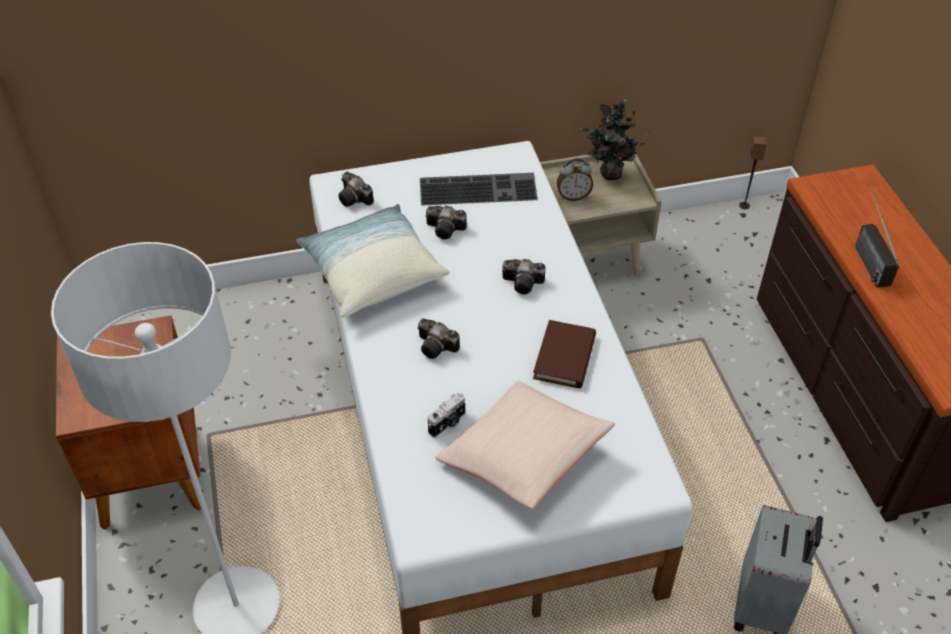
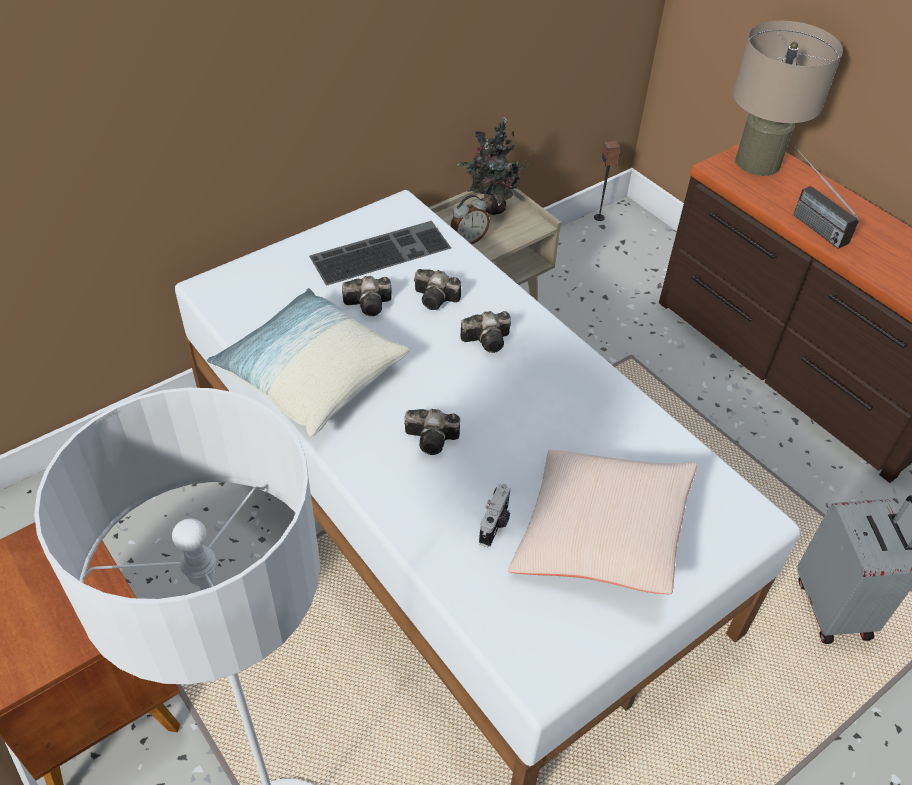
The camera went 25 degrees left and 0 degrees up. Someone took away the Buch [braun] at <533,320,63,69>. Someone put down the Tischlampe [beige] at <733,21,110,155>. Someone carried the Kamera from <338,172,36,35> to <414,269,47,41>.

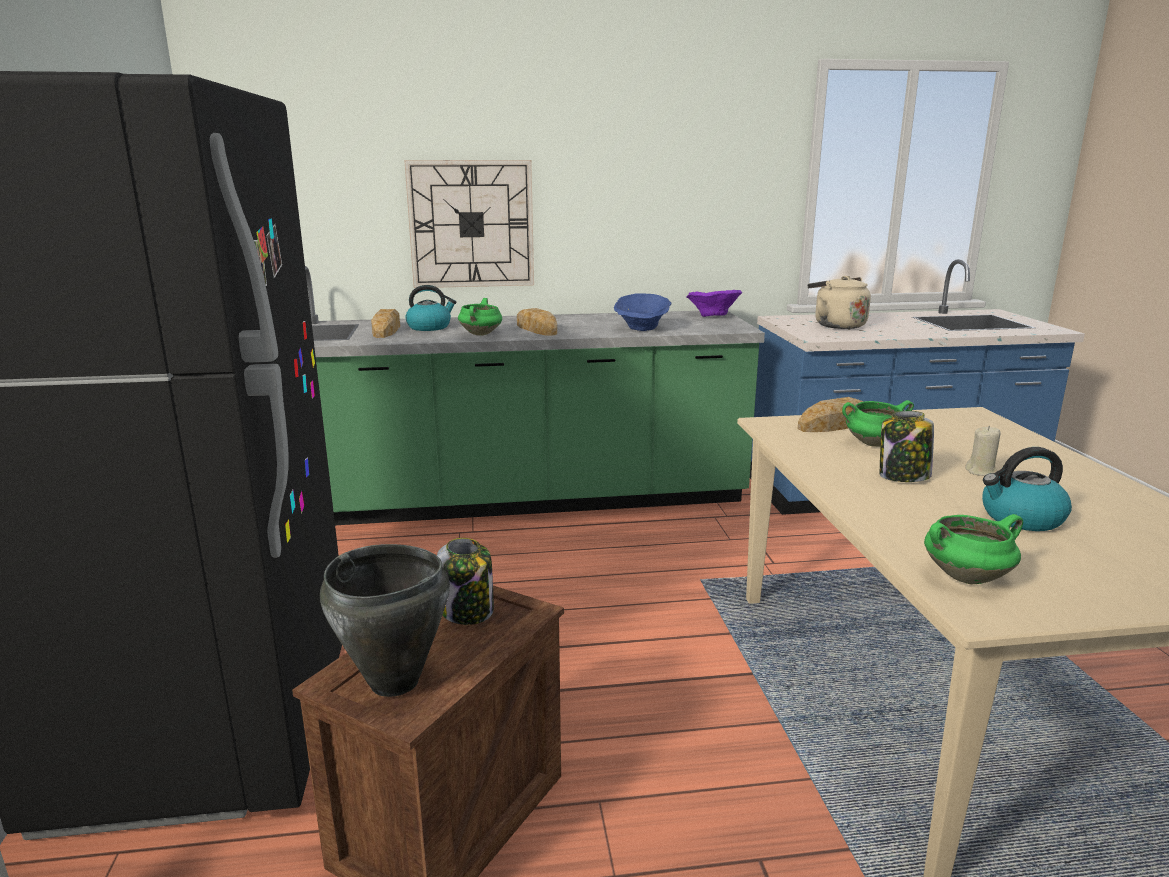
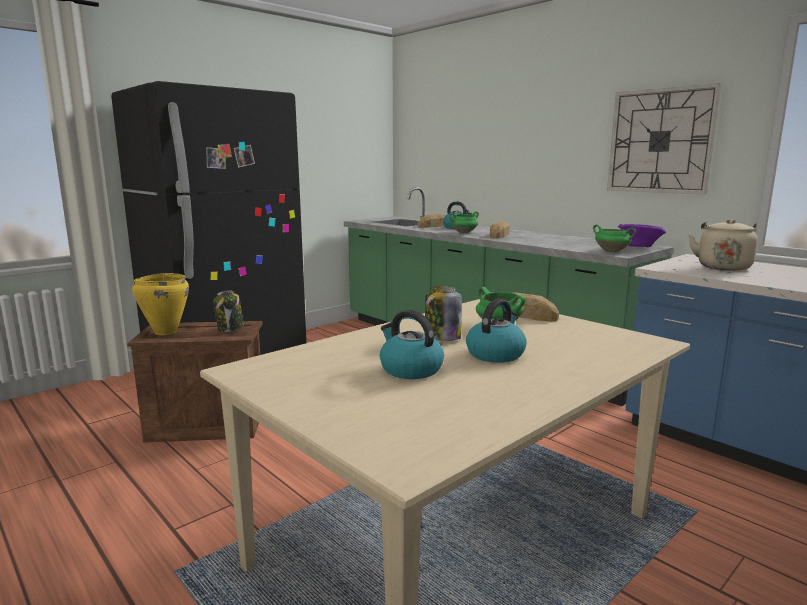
The camera went 55 degrees right and 5 degrees down. Someone took away the Schüssel [blau] at <614,293,57,38>. Someone carried the Wanduhr from <404,160,130,128> to <607,83,114,112>. Someone carried the Kochtopf [grün] from <924,514,99,71> to <593,224,43,28>. Someone swapped the Kerze [beige] at <965,426,36,50> for the Wasserkessel at <466,299,61,64>. Someone repainted the Kochtopf [schwarz] at <320,544,130,153>, which became the Kochtopf [gelb] at <132,273,57,62>.

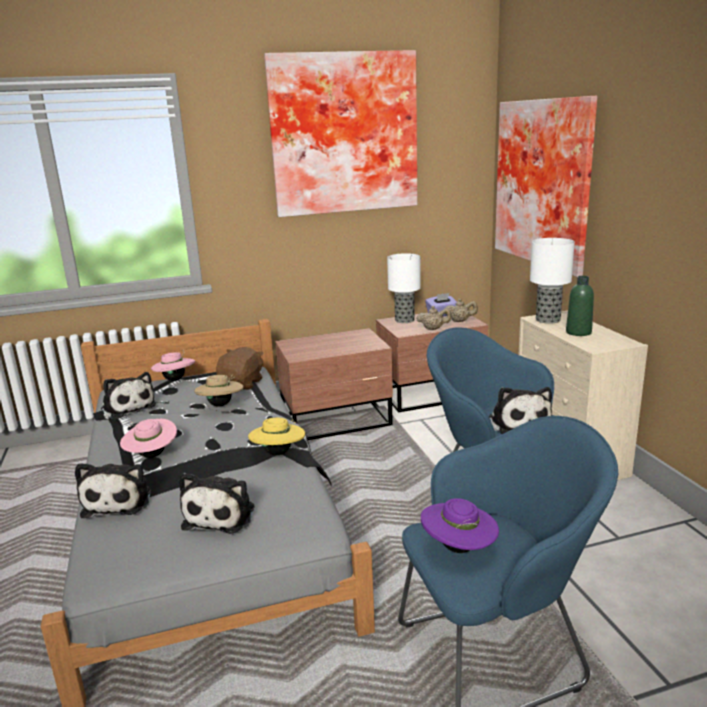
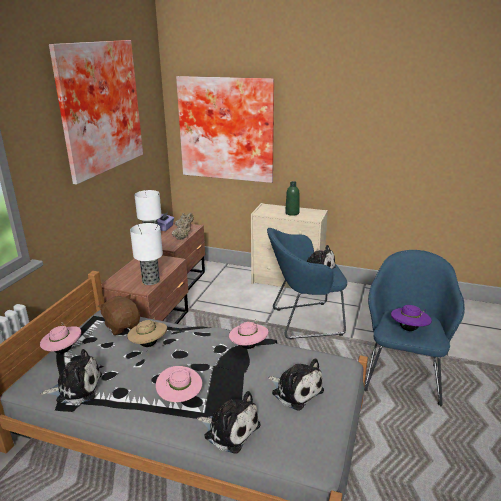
The camera went 55 degrees left and 5 degrees up. Someone carried the Tischlampe from <530,238,45,86> to <130,223,33,62>. Someone repainted the Hut [gelb] at <248,417,57,38>, which became the Hut [rosa] at <229,321,40,28>.

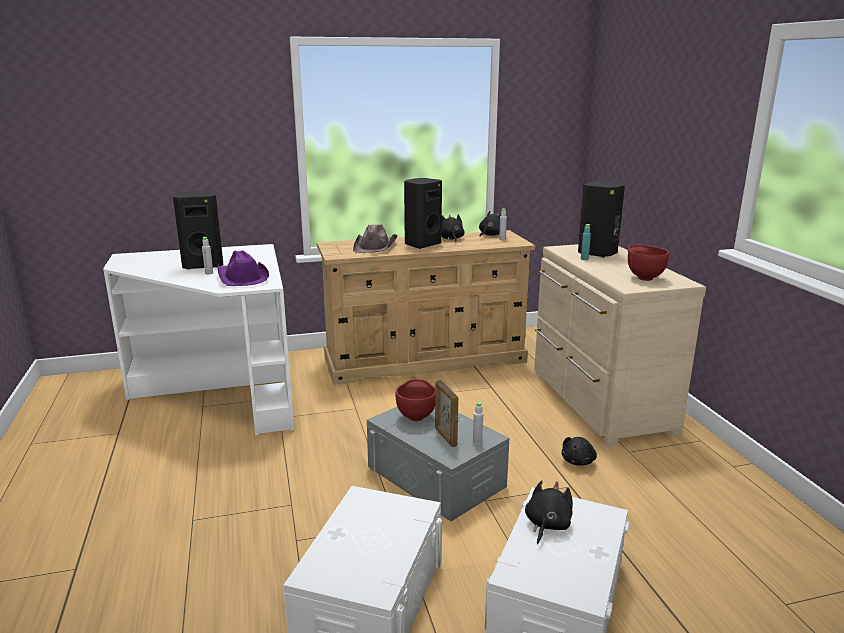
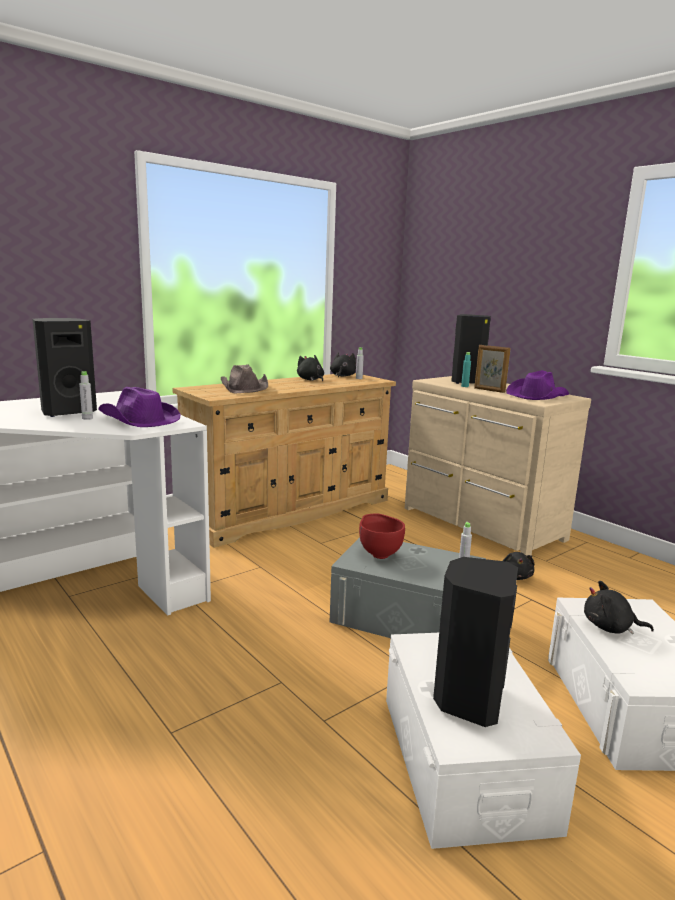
The camera went 25 degrees left and 5 degrees down. Someone carried the Lautsprecher [schwarz] from <404,178,38,71> to <433,557,85,170>. Someone carried the Bilderrahmen from <435,380,23,67> to <474,345,36,48>. Someone swapped the Schüssel [rot] at <628,245,41,36> for the Hut [lila] at <506,370,63,30>. Someone rotated the Plüschtier [schwarz] at <525,480,48,64> by 75 degrees counterclockwise.

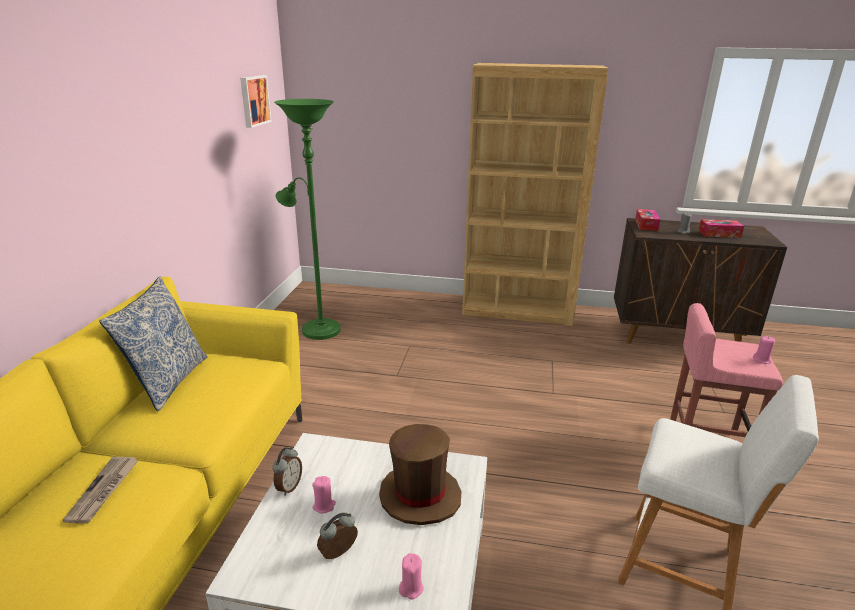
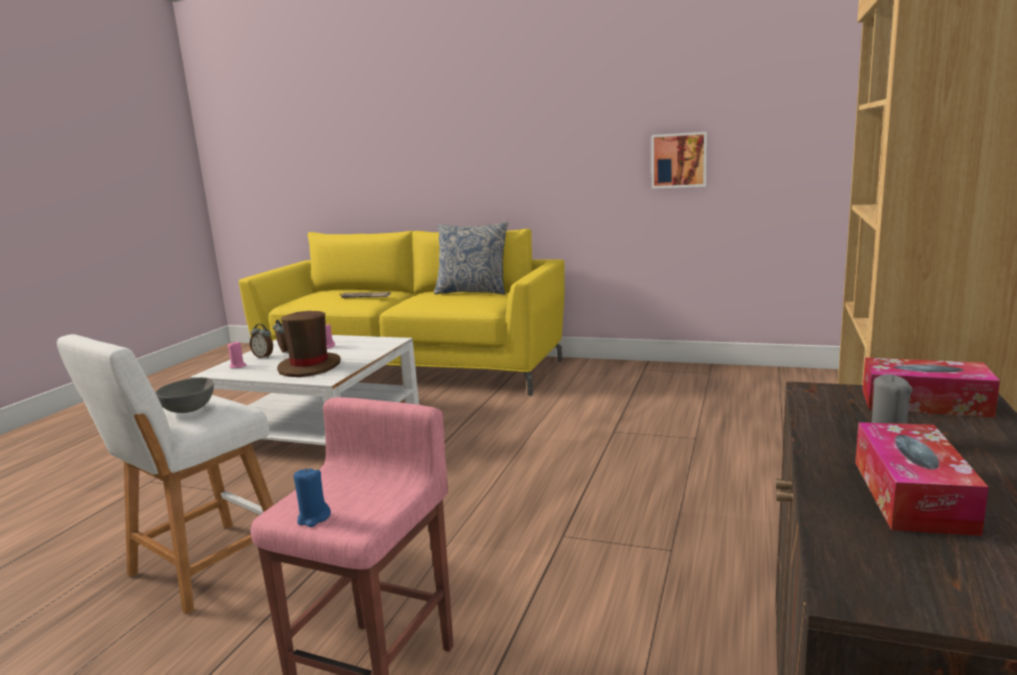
The camera went 100 degrees right and 10 degrees down. Someone took away the Stehlampe [grün] at <274,99,67,241>. Someone put down the Schüssel [grau] at <156,377,58,36>. Someone carried the Bild from <240,75,32,53> to <651,132,56,57>. Someone carried the Wecker from <272,447,30,49> to <250,324,23,34>. Someone repainted the Kerze [rosa] at <753,336,22,28>, which became the Kerze [blau] at <294,468,37,59>.

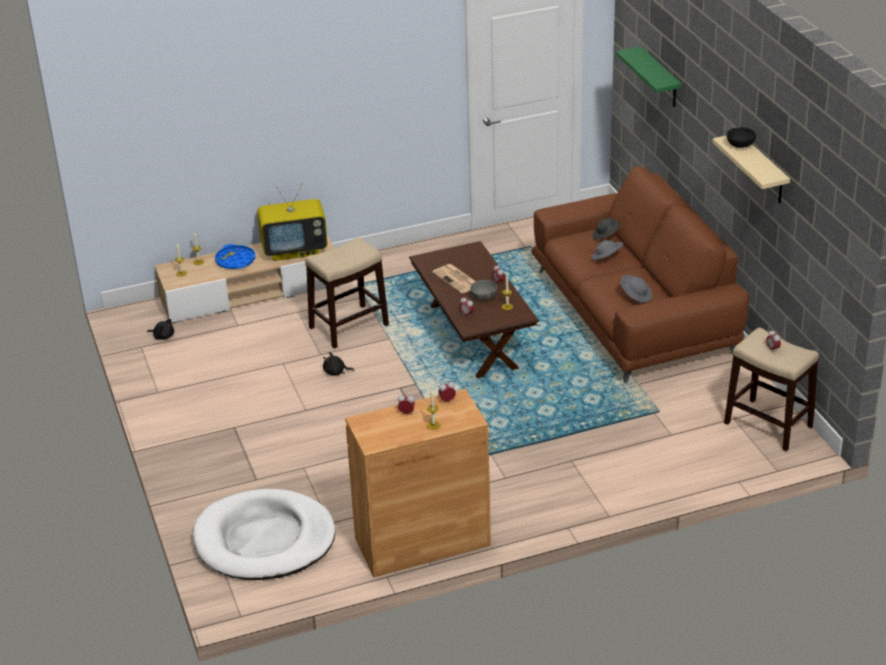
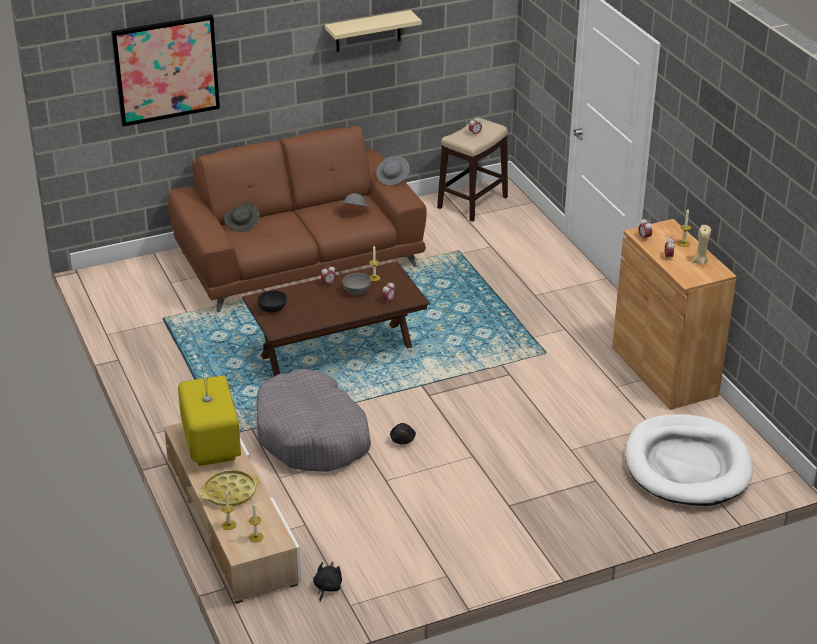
The camera went 95 degrees left and 0 degrees up. Someone took away the Zeitung at <432,264,44,30>. Someone put down the Kerze [beige] at <693,225,18,41>. Someone carried the Hut [grau] from <591,240,32,20> to <376,156,34,30>. Someone carried the Schüssel [schwarz] from <727,127,29,21> to <258,290,29,23>. Someone swapped the Hocker at <305,237,84,112> for the Hundebett [grau] at <257,369,114,103>. Someone swapped the Wandregal [grün] at <616,46,66,61> for the Bild at <111,15,109,112>. Someone repainted the Tablett [blau] at <215,244,40,25>, which became the Tablett [gelb] at <200,470,59,36>.

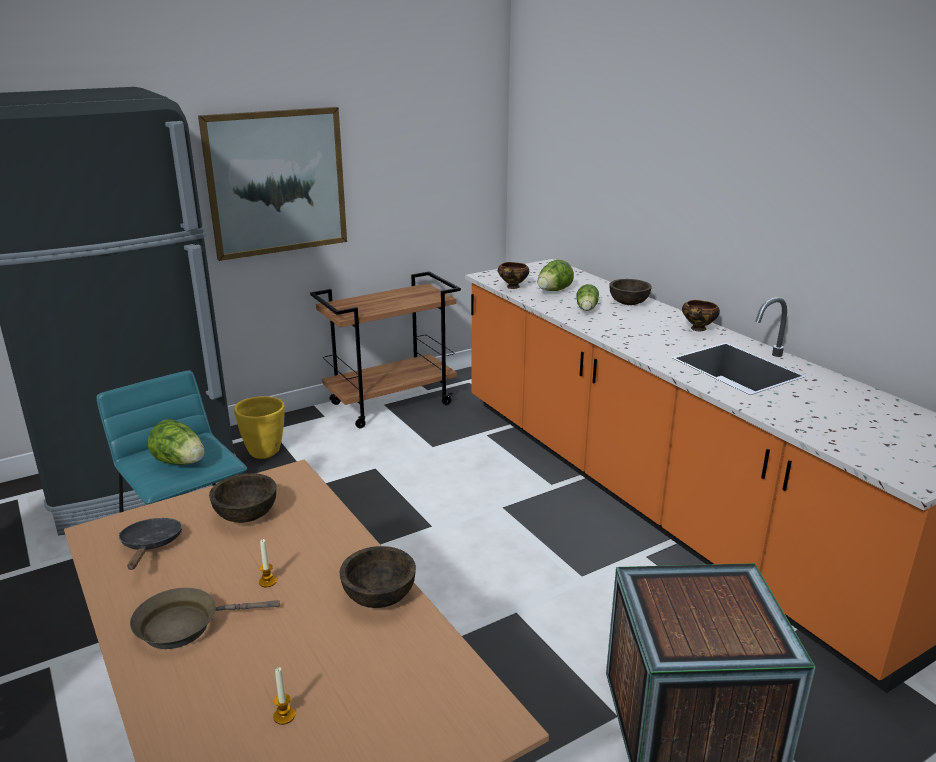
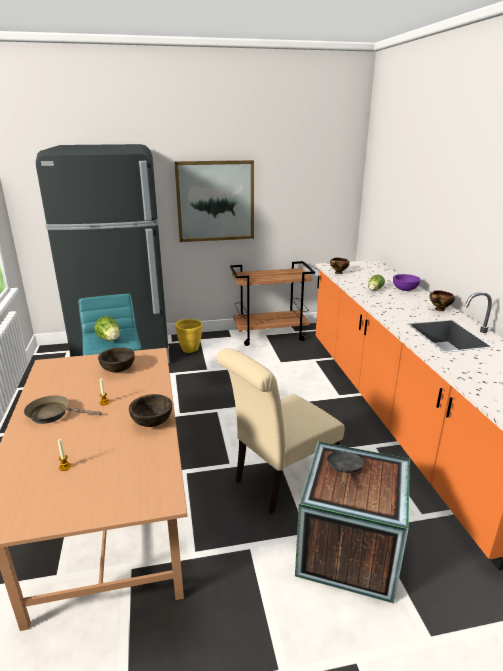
The camera went 20 degrees right and 0 degrees up. Someone took away the Salatkopf at <537,260,37,31>. Someone put down the Stuhl [beige] at <216,348,129,166>. Someone carried the Pfanne [schwarz] from <119,518,63,52> to <326,451,38,36>. Someone repainted the Schüssel [braun] at <609,279,43,26>, which became the Schüssel [lila] at <393,274,28,17>.

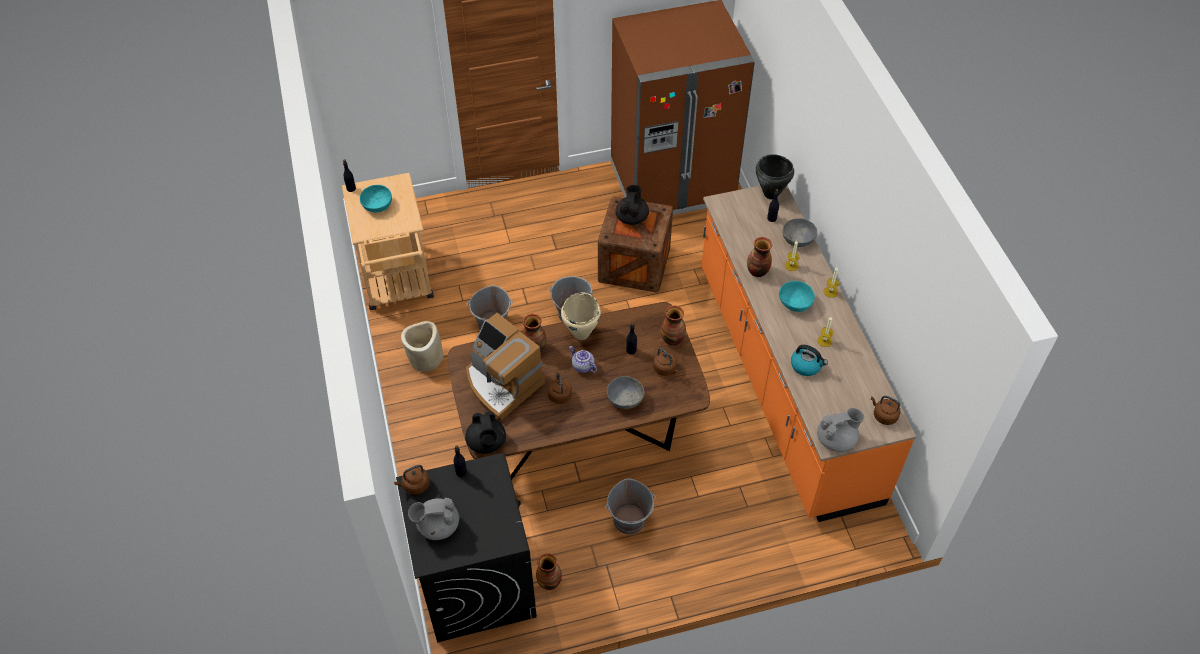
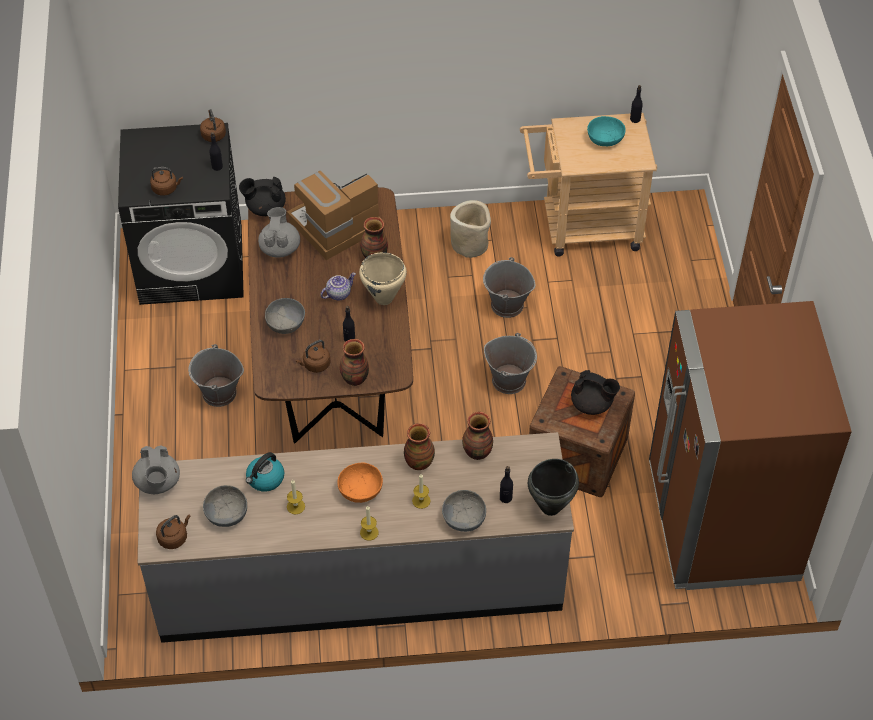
The camera went 100 degrees right and 0 degrees up. Someone put down the Schüssel [grau] at <203,485,44,42>. Someone carried the Teekanne [grau] from <408,498,51,42> to <258,207,42,51>. Someone carried the Vase from <536,554,26,36> to <462,412,31,48>. Someone carried the Wasserkessel [braun] from <547,371,25,33> to <150,167,33,29>. Someone repainted the Küchenzeile [orange] at <701,186,215,336>, which became the Küchenzeile [grau] at <138,432,436,211>. Someone repainted the Schüssel [türkis] at <779,281,36,31>, which became the Schüssel [orange] at <337,463,46,40>.

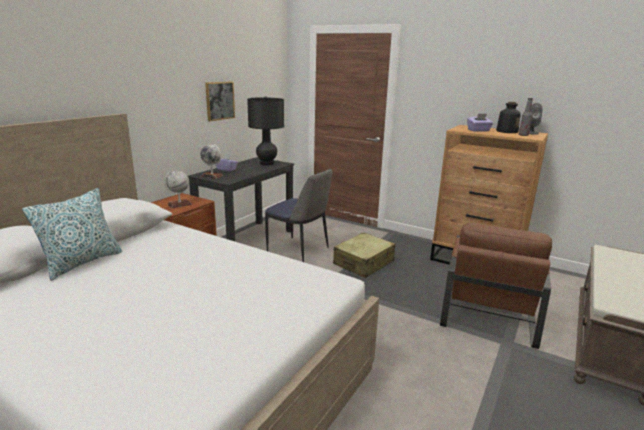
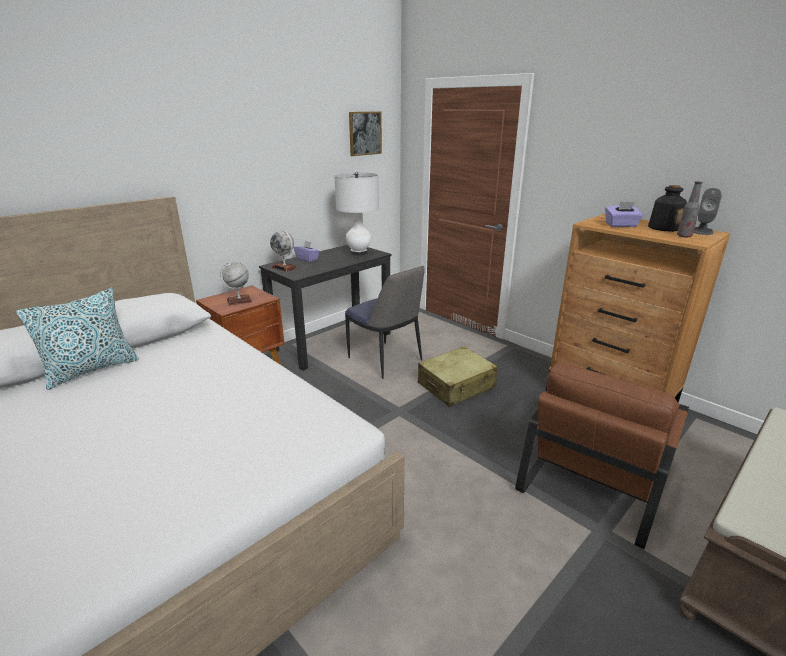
The camera went 15 degrees right and 5 degrees up. Someone carried the Bild from <205,81,30,40> to <349,112,33,44>. Someone repainted the Tischlampe [schwarz] at <247,96,37,69>, which became the Tischlampe [weiß] at <334,172,45,83>.

